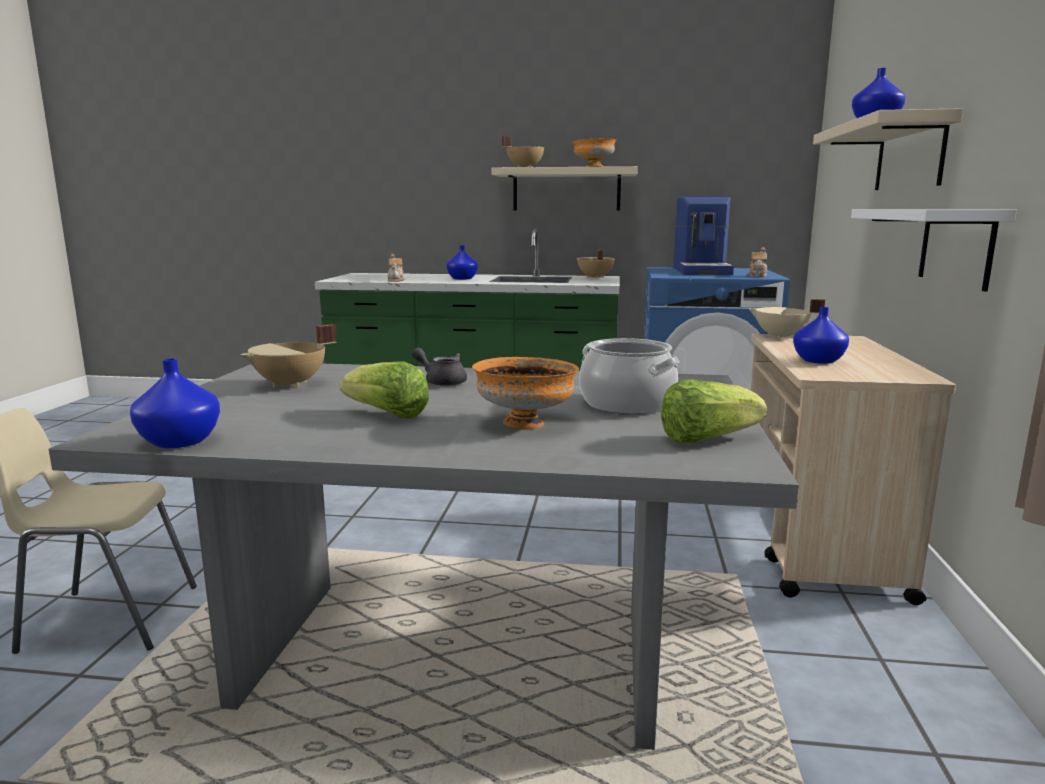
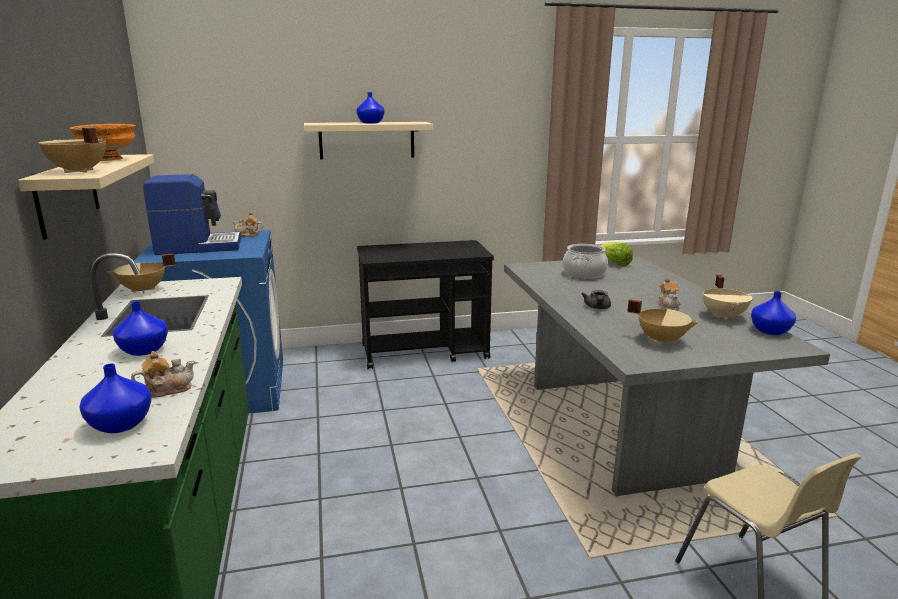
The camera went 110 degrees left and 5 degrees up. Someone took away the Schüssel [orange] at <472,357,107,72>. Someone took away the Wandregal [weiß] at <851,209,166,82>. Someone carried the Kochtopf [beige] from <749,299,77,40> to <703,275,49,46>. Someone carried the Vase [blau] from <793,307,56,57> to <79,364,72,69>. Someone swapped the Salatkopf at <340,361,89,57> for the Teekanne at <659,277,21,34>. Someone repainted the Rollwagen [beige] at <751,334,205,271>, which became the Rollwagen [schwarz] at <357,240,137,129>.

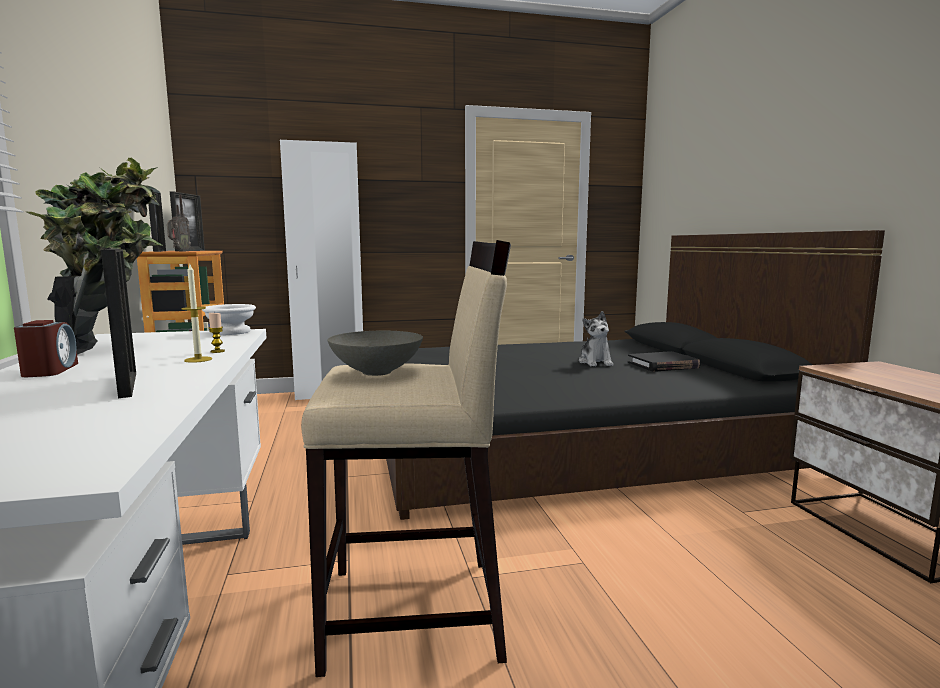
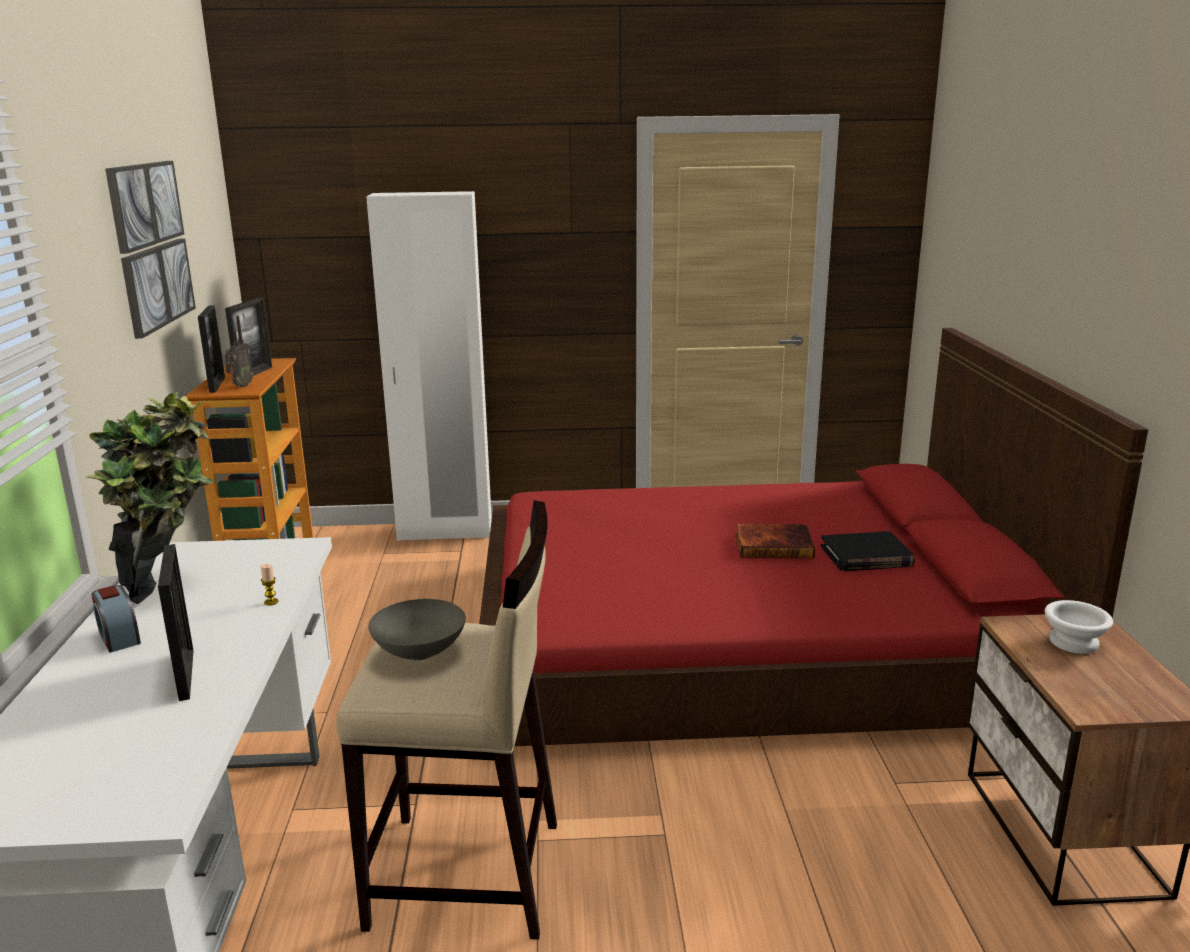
The camera went 10 degrees right and 10 degrees up. Someone took away the Kerze at <182,264,30,99>. Someone put up the Bild at <105,161,91,178>. Someone carried the Schüssel [weiß] from <202,304,54,31> to <1045,600,68,54>. Someone swapped the Plüschtier at <579,311,34,55> for the Buch at <736,524,79,35>. Someone repainted the Bett [schwarz] at <386,230,499,290>, which became the Bett [rot] at <479,328,669,418>. Someone rotated the Wecker at <14,320,64,57> by 150 degrees clockwise.

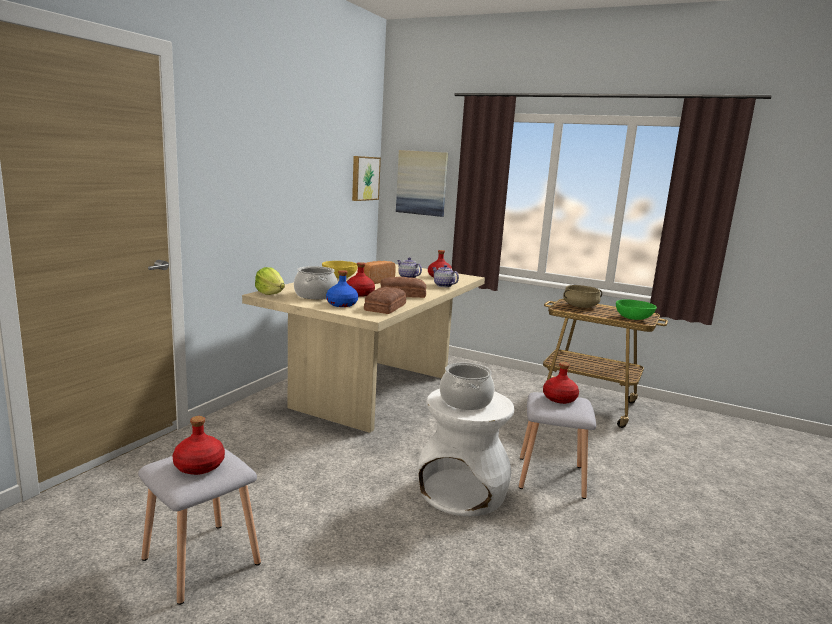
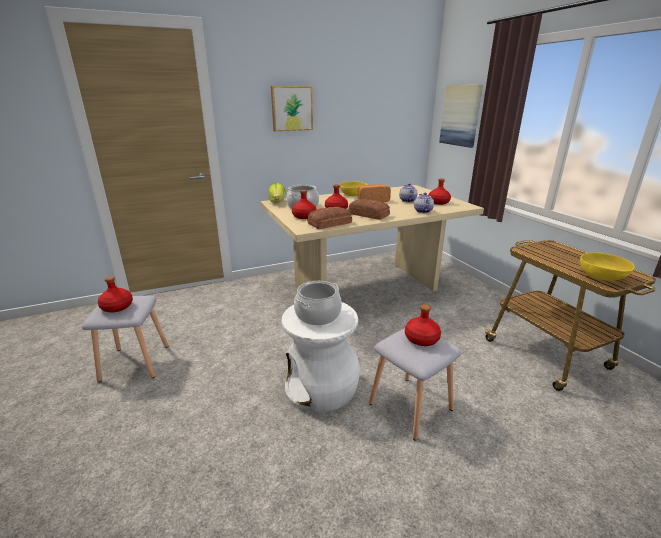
The camera went 40 degrees right and 10 degrees up. Someone took away the Kochtopf [beige] at <563,285,39,23>. Someone carried the Bild from <352,156,29,45> to <271,86,42,45>. Someone repainted the Flasche [blau] at <326,270,32,37>, which became the Flasche [rot] at <292,190,25,29>. Someone repainted the Schüssel [grün] at <616,299,41,21>, which became the Schüssel [gelb] at <580,252,55,29>.

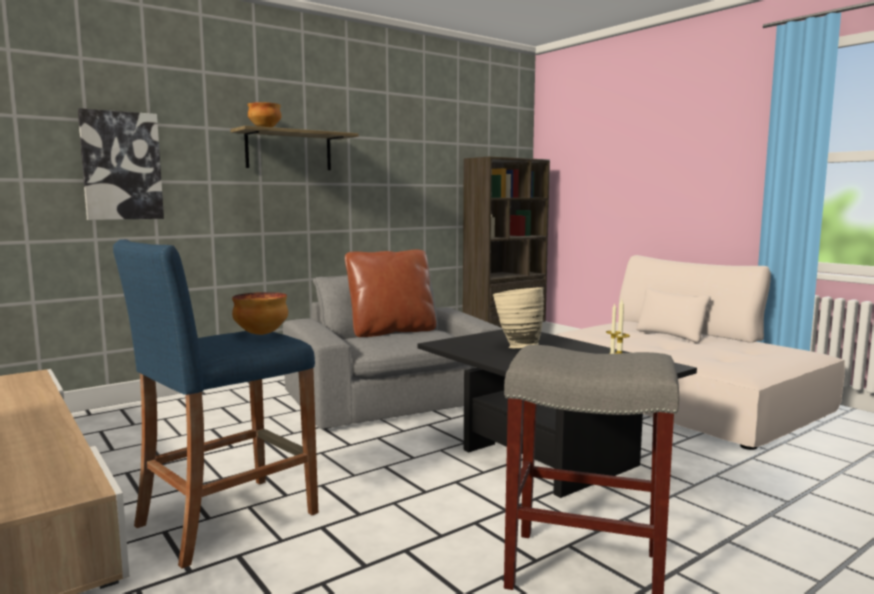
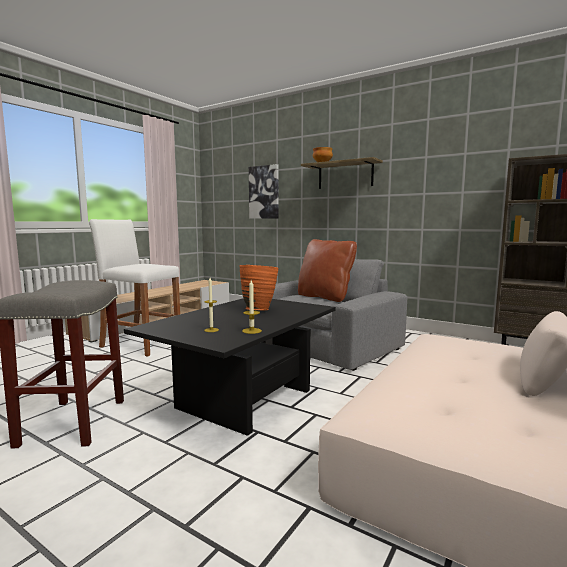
The camera went 70 degrees right and 0 degrees up. Someone took away the Schüssel at <232,292,56,43>. Someone repainted the Hocker [blau] at <113,239,205,330>, which became the Hocker [weiß] at <89,219,91,138>. Someone repainted the Vase [beige] at <493,287,51,62>, which became the Vase [orange] at <240,265,38,45>.

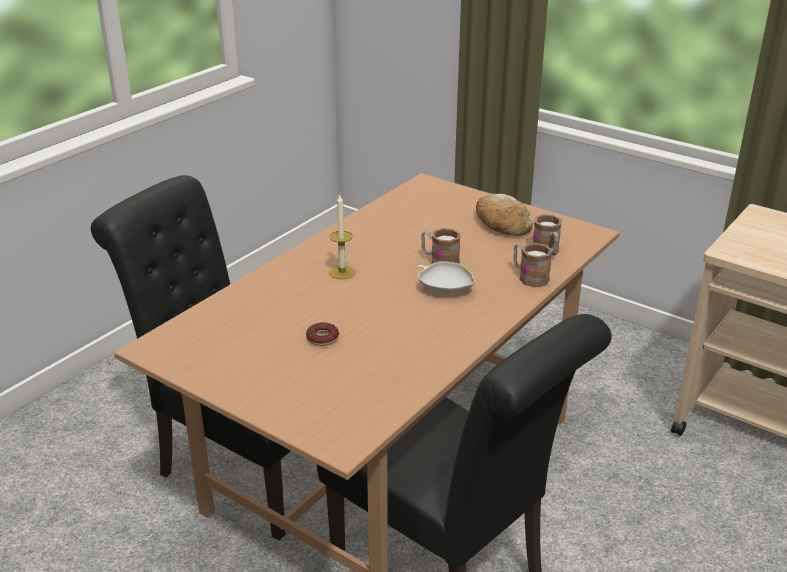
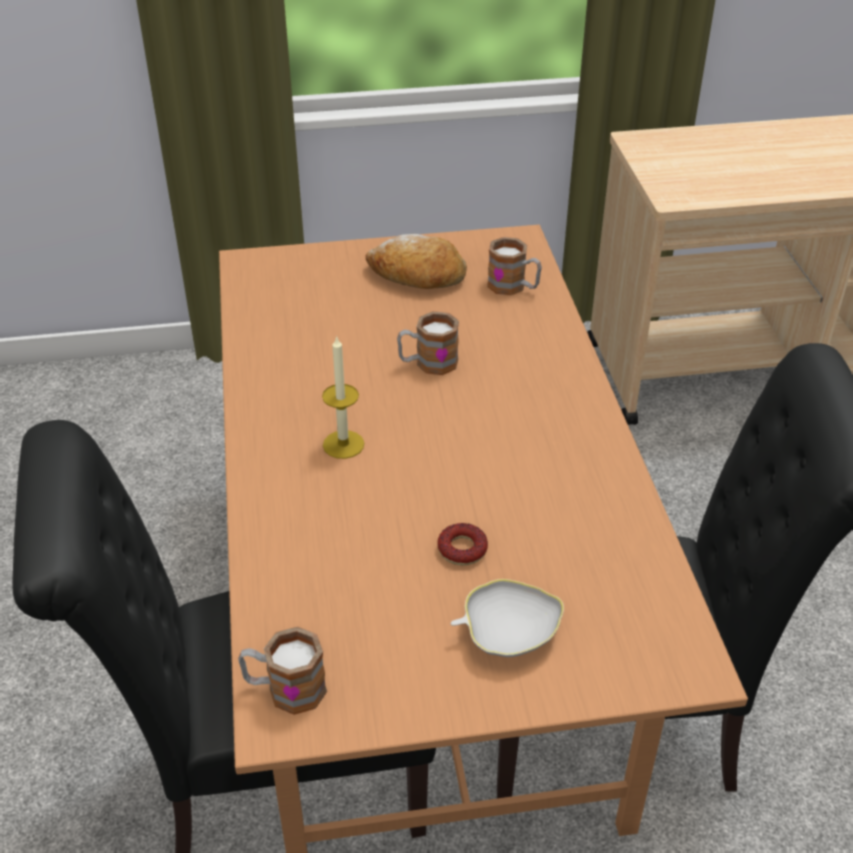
The camera went 45 degrees left and 10 degrees up. Someone carried the Schüssel [weiß] from <418,261,57,32> to <451,579,113,78>. Someone carried the Henkelbecher from <513,243,39,44> to <238,626,89,89>.

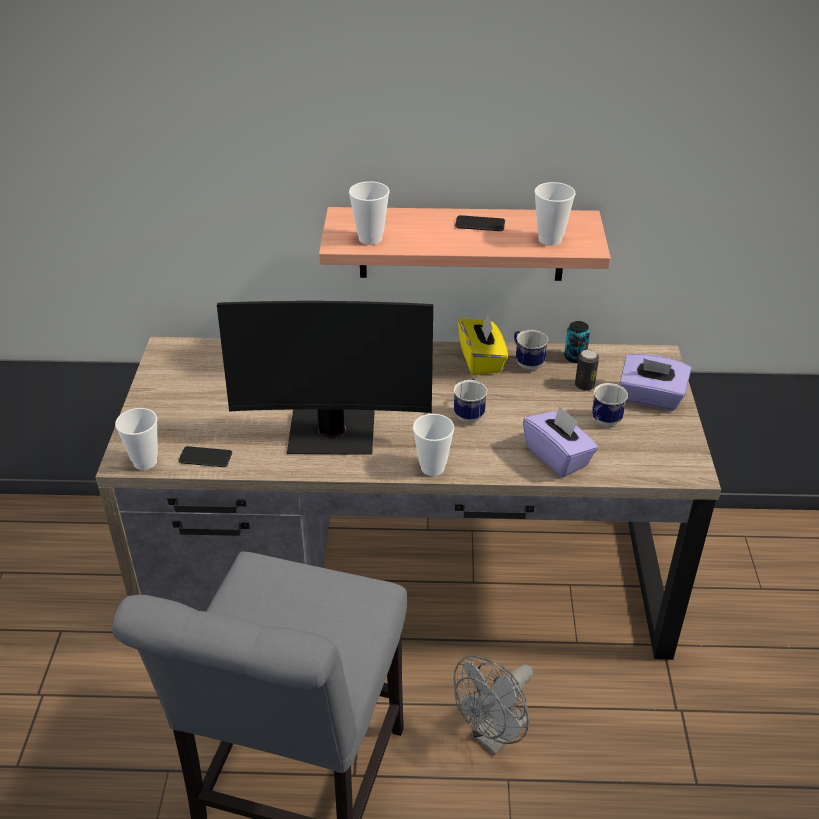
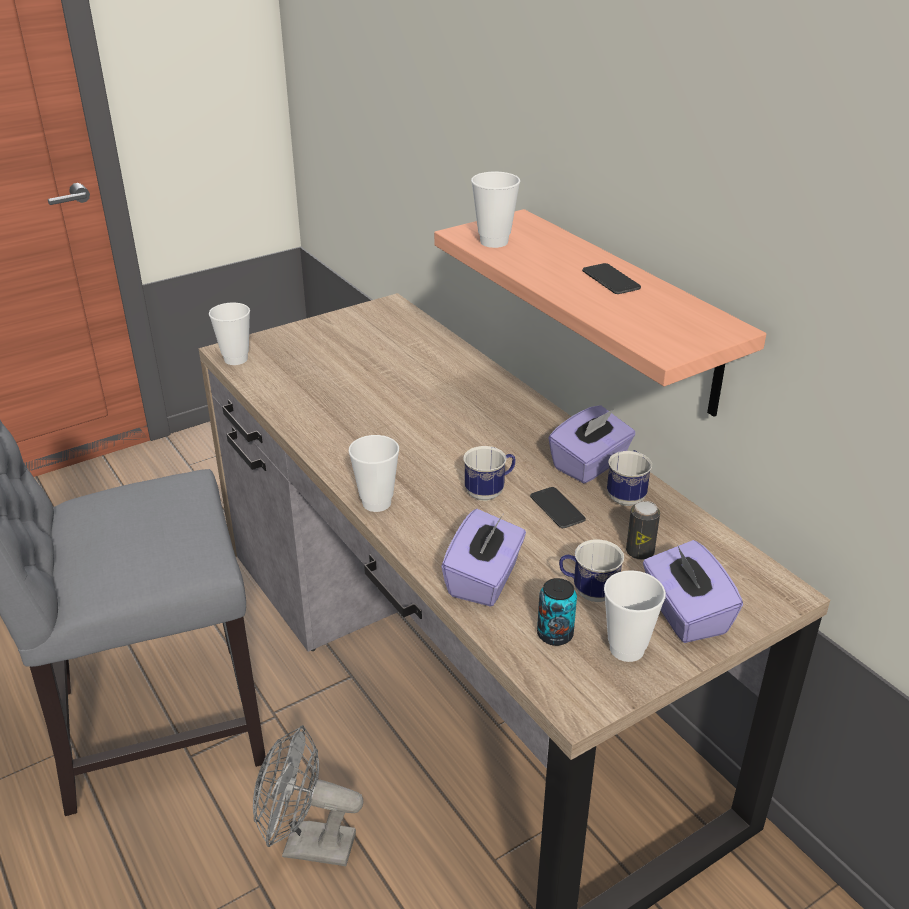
The camera went 55 degrees right and 5 degrees down. Someone took away the Monitor at <217,301,216,154>. Someone carried the Handy from <179,446,53,21> to <530,487,56,41>. Someone carried the Tasse from <534,182,42,64> to <604,570,62,92>. Someone carried the Dose from <564,321,26,42> to <537,578,40,68>. Someone repainted the Taschentuchbox [gelb] at <458,315,50,60>, which became the Taschentuchbox [lila] at <548,406,88,77>.

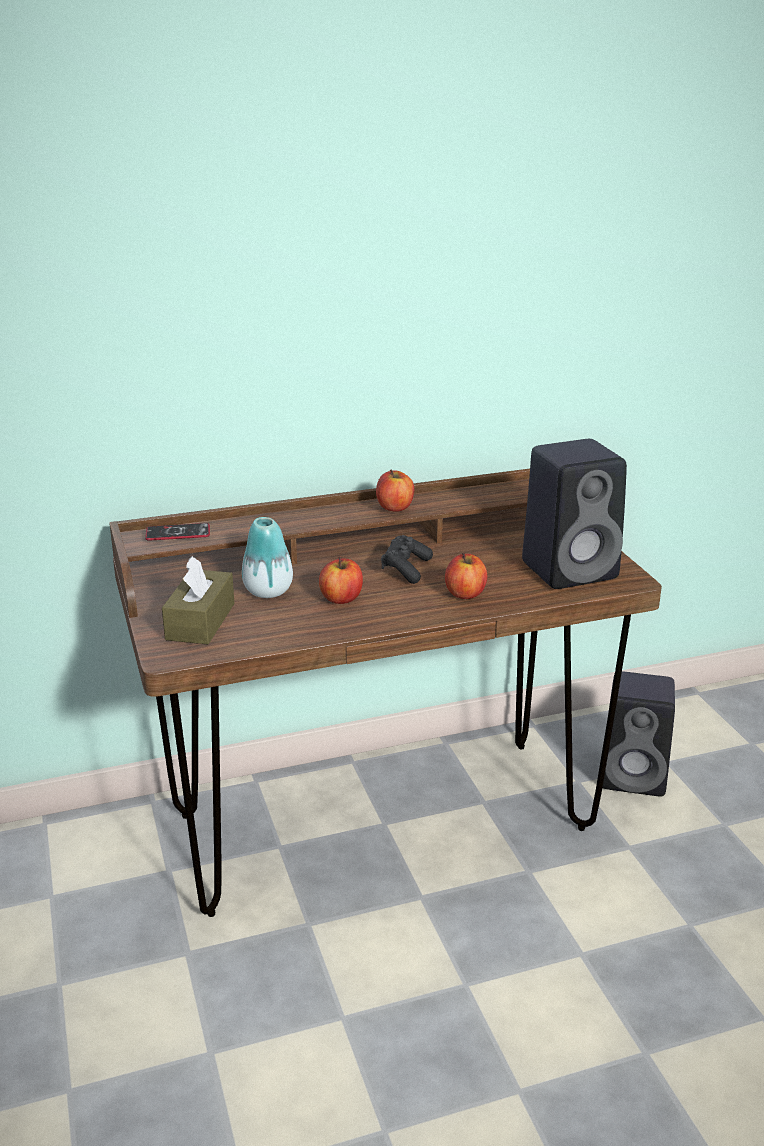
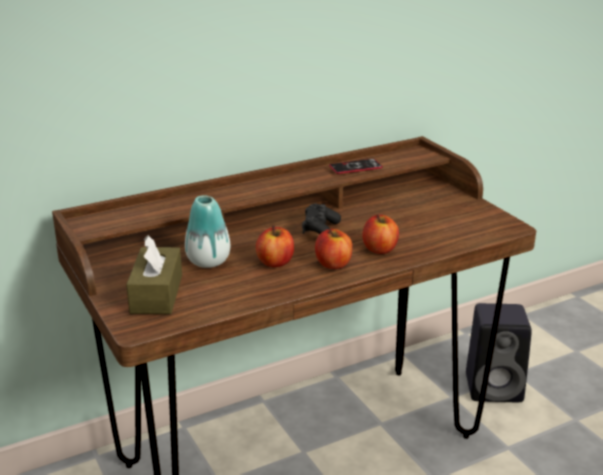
The camera went 10 degrees left and 0 degrees up. Someone took away the Lautsprecher [schwarz] at <522,439,105,150>. Someone carried the Handy from <145,523,65,18> to <329,159,54,15>. Someone carried the Apfel from <376,469,38,43> to <315,229,38,40>.

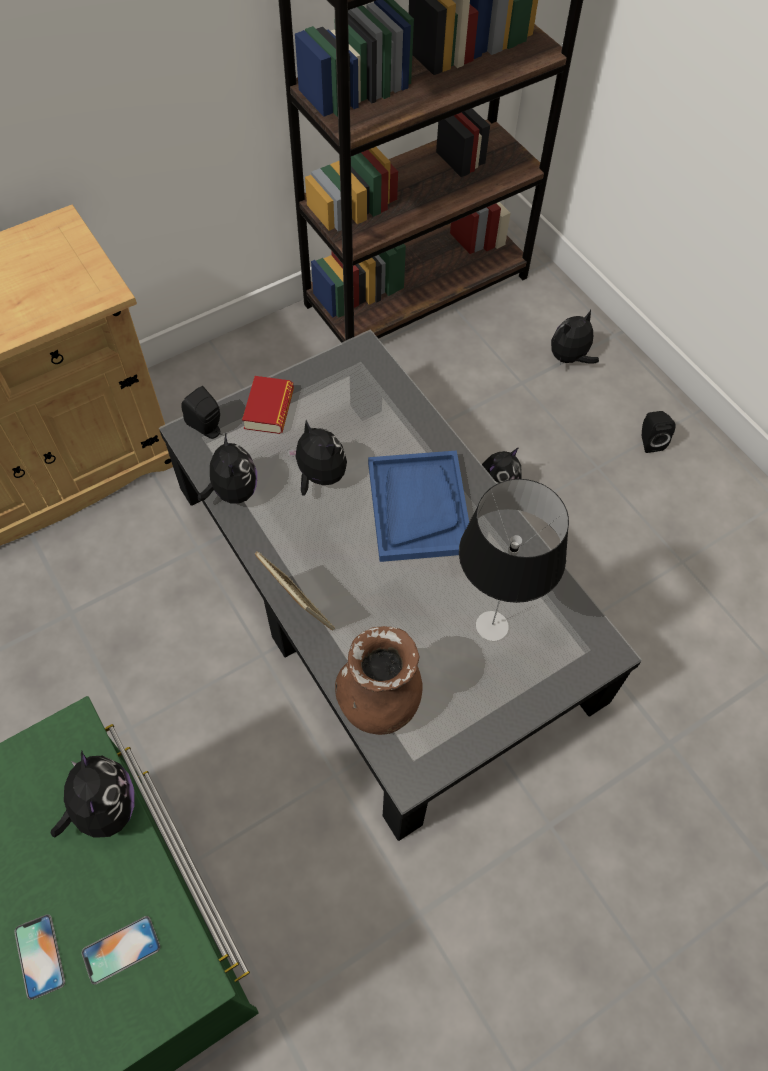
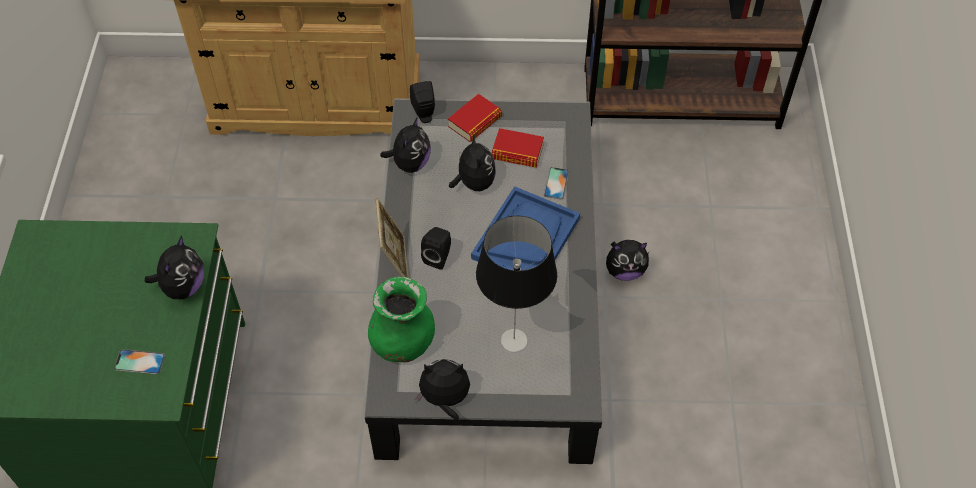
The camera went 35 degrees right and 5 degrees down. Someone put down the Buch at <491,128,53,40>. Someone carried the Handy from <14,914,51,86> to <544,167,25,32>. Someone carried the Plüschtier from <551,310,48,54> to <415,359,55,61>. Someone carried the Lautsprecher [schwarz] from <642,411,34,42> to <421,227,30,43>. Someone repainted the Vase [braun] at <335,626,88,109>, which became the Vase [grün] at <368,277,67,85>.

